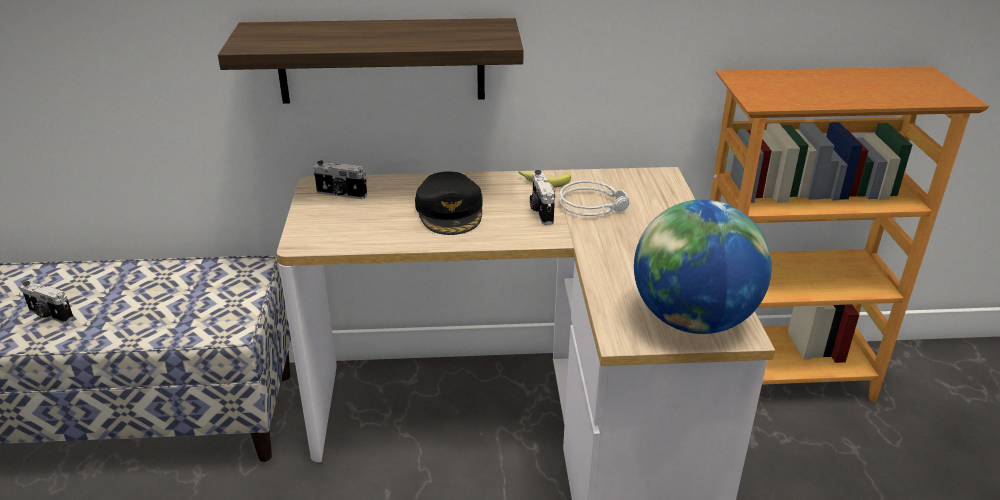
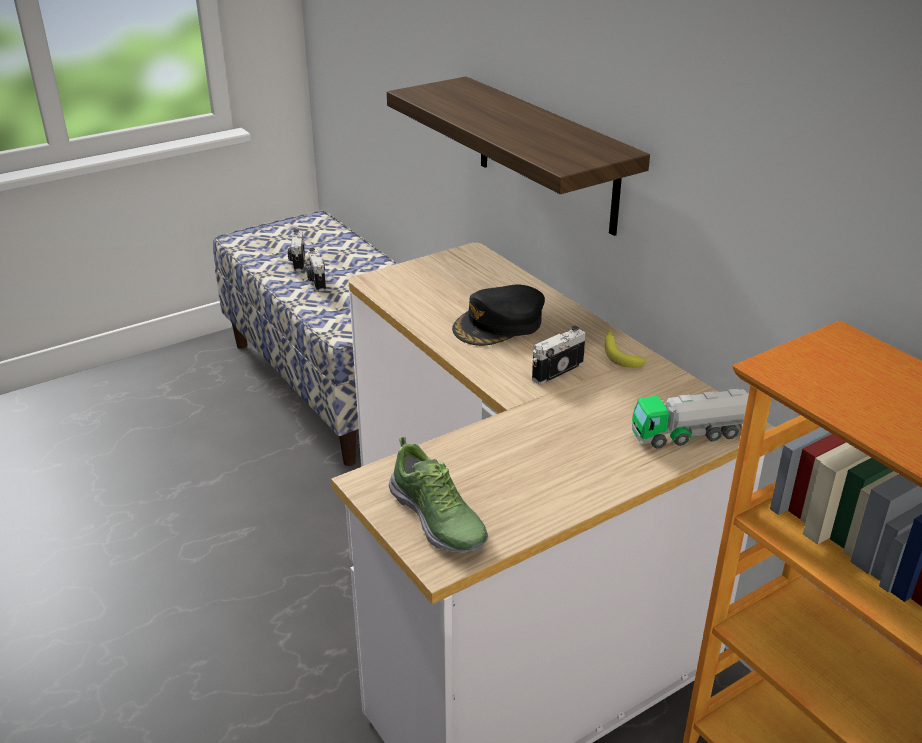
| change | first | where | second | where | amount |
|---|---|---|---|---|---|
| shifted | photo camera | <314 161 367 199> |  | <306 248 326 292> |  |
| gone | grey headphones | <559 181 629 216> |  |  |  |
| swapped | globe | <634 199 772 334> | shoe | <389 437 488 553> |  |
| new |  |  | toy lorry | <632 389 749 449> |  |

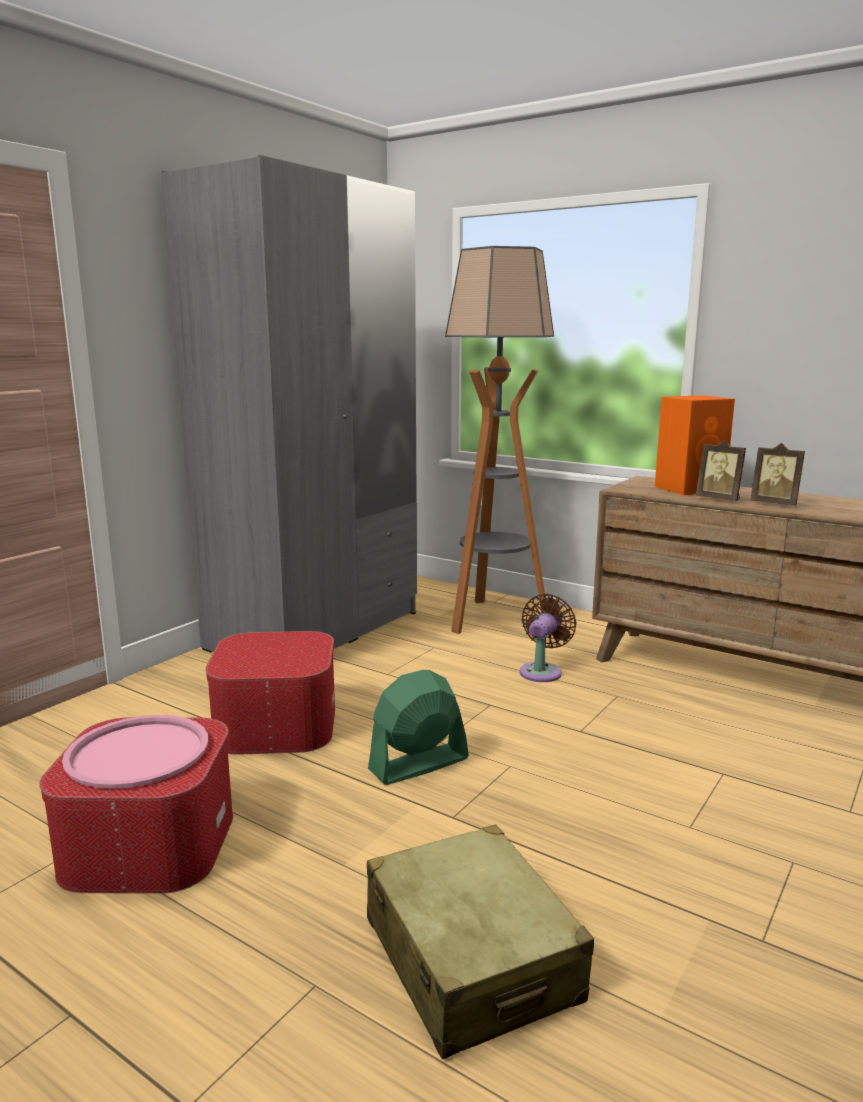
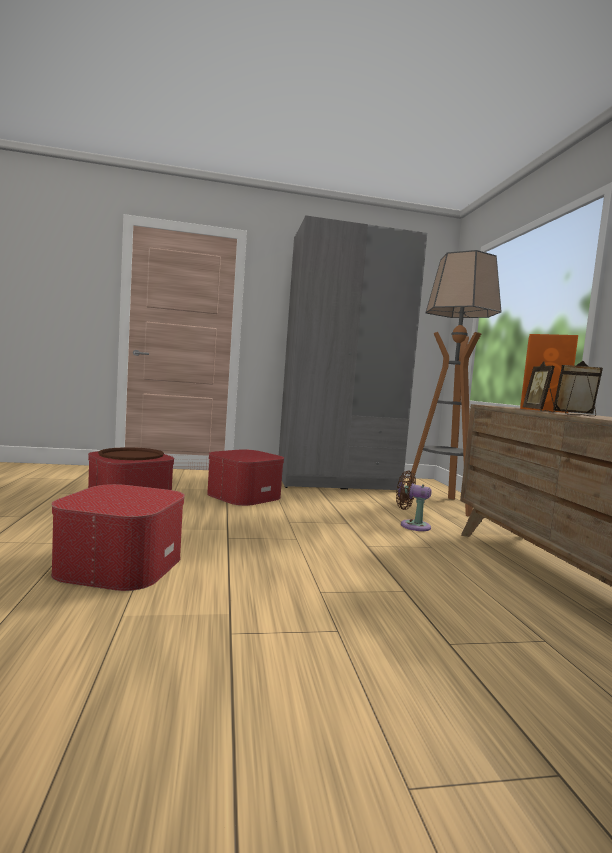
| change | first | where | second | where | amount |
|---|---|---|---|---|---|
| rotated | photo frame | <751 443 805 506> |  | <553 361 603 416> | 105 degrees clockwise |
| rotated | brown cooling fan | <520 594 577 682> |  | <396 470 432 531> | 135 degrees counterclockwise |
| gone | green cooling fan | <368 670 469 785> |  |  |  |
| repainted | pinkish serving tray | <62 715 208 789> | brown serving tray | <98 447 164 460> |  |
| swapped | beige-coloured piece of luggage | <367 824 594 1060> | pouffe | <51 484 185 591> |  |

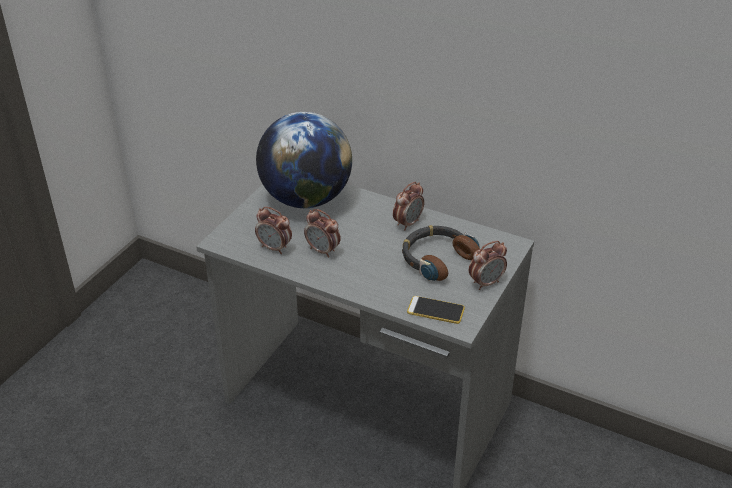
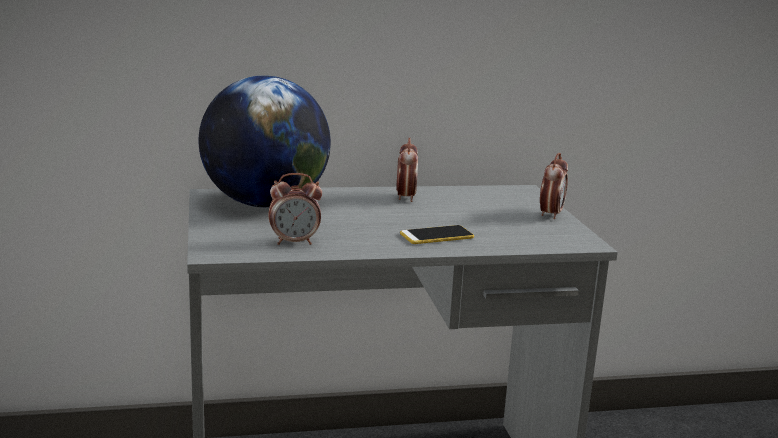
| change | first | where | second | where | amount |
|---|---|---|---|---|---|
| gone | alarm clock | <304 209 341 258> |  |  |  |
| gone | headphones | <402 225 480 281> |  |  |  |
| shifted | handset | <407 296 465 324> |  | <400 225 474 244> |  |

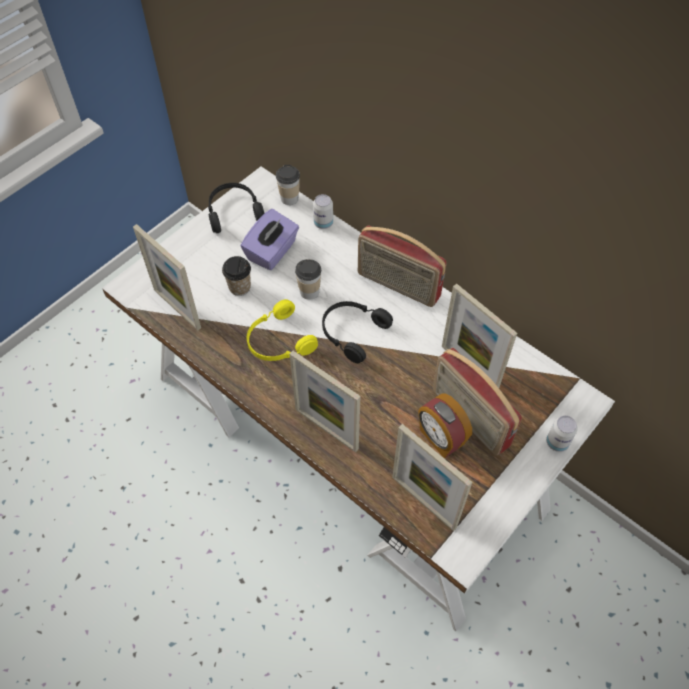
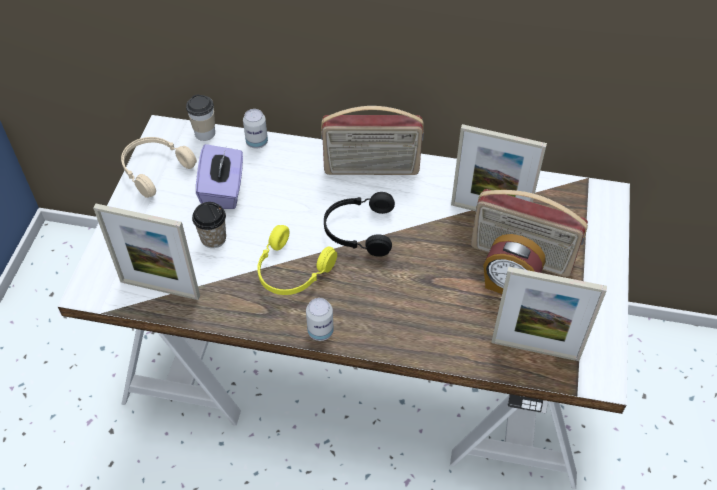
| change | first | where | second | where | amount |
|---|---|---|---|---|---|
| repainted | blackish headphones | <208 183 264 233> | beige-coloured headphones | <121 137 197 198> |  |
| gone | cup | <295 259 321 300> |  |  |  |
| gone | photo frame | <290 351 360 452> |  |  |  |
| shifted | sealed can | <546 416 578 452> |  | <306 298 334 341> |  |

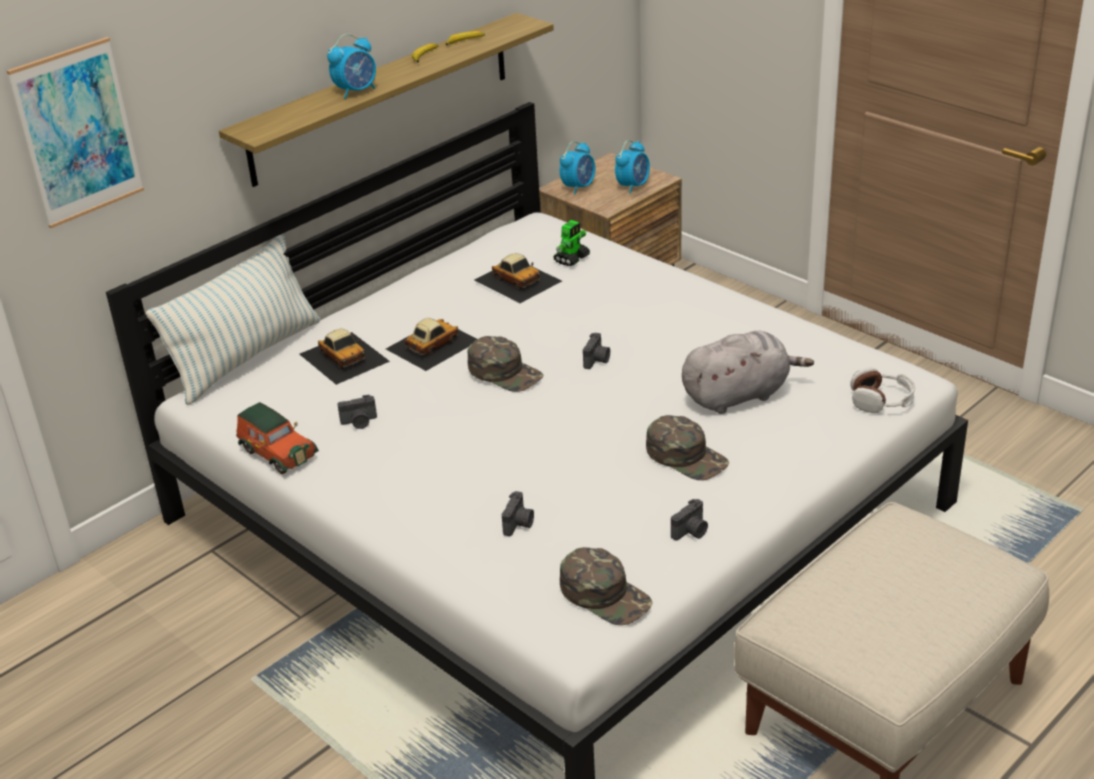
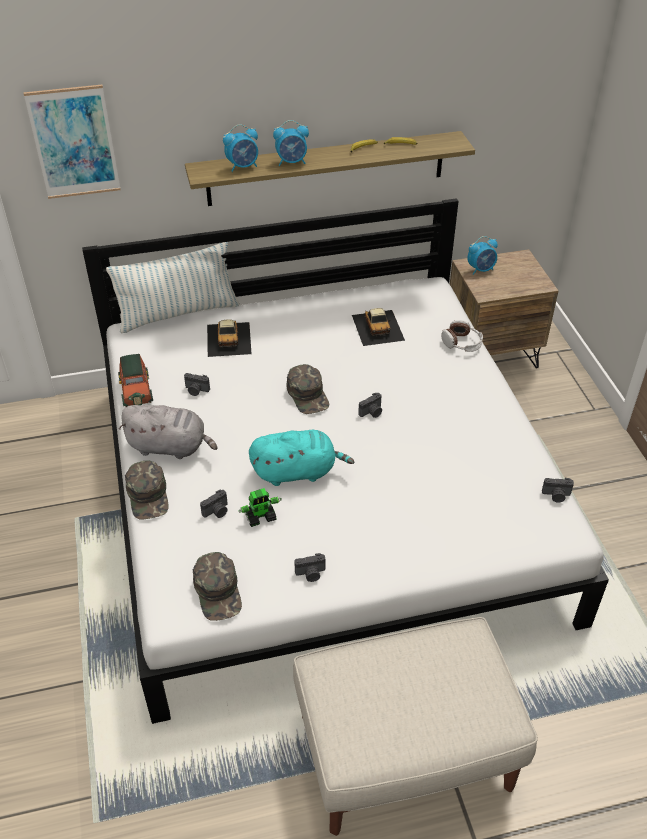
| change | first | where | second | where | amount |
|---|---|---|---|---|---|
| shifted | alarm clock | <615 140 650 194> |  | <223 124 258 172> |  |
| shifted | toy robot | <553 220 590 266> |  | <238 488 282 527> |  |
| gone | model car | <386 318 478 371> |  |  |  |
| shifted | grey cuddly toy | <682 331 814 414> |  | <119 405 217 459> |  |
| shifted | headphones | <850 367 915 413> |  | <442 320 483 352> |  |
| shifted | green cap | <646 415 729 480> |  | <125 460 169 519> |  |
| new |  |  | turquoise cuddly toy | <249 430 354 486> |  |
| new |  |  | photo camera | <542 478 574 503> |  |

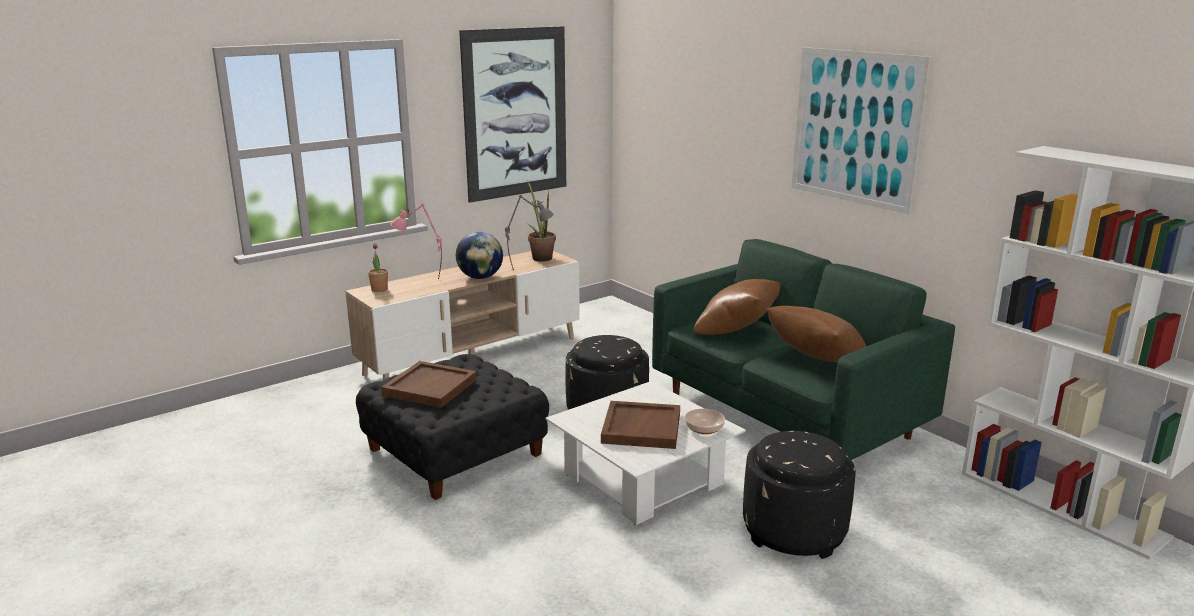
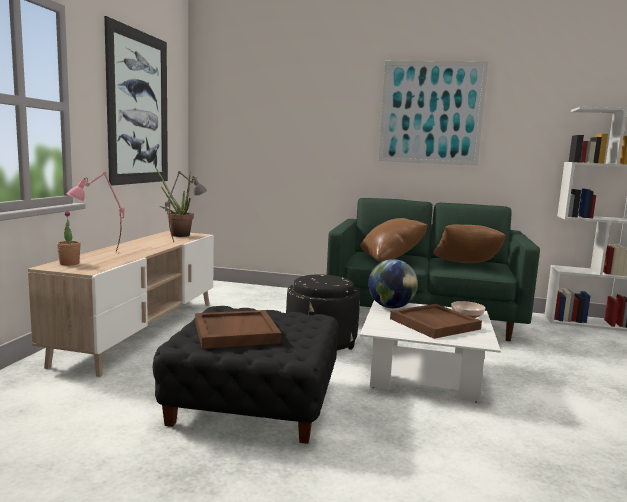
| change | first | where | second | where | amount |
|---|---|---|---|---|---|
| shifted | globe | <456 232 503 279> |  | <368 259 418 308> |  |
| gone | blackish pouffe | <743 431 856 559> |  |  |  |

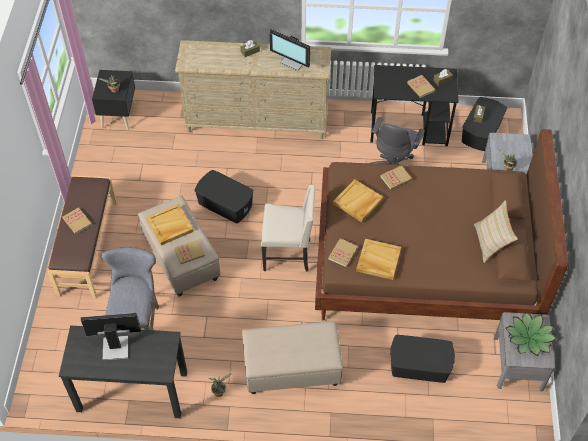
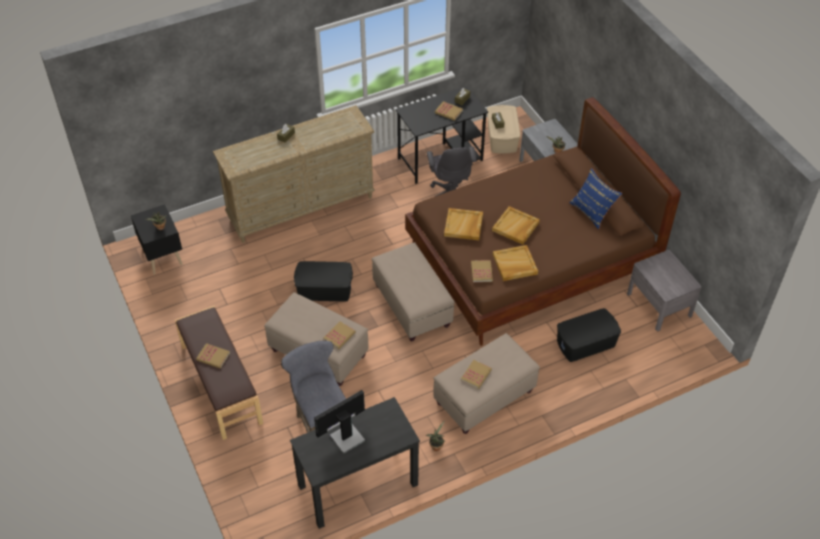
| change | first | where | second | where | amount |
|---|---|---|---|---|---|
| gone | computer display | <270 29 310 71> |  |  |  |
| repainted | blackish storage box | <462 97 507 151> | beige-coloured storage box | <487 105 520 154> |  |
| shifted | bound book | <381 166 412 190> |  | <461 360 492 389> |  |
| swapped | beige-coloured plain chair | <261 185 316 272> | beige-coloured pouffe | <371 242 455 341> |  |
| repainted | beige-coloured cushion | <474 200 518 263> | blue-coloured cushion | <570 168 623 229> |  |
| shifted | beige-coloured serving tray | <147 204 194 245> |  | <492 206 540 245> |  |
| gone | potted plant | <506 312 557 356> |  |  |  |

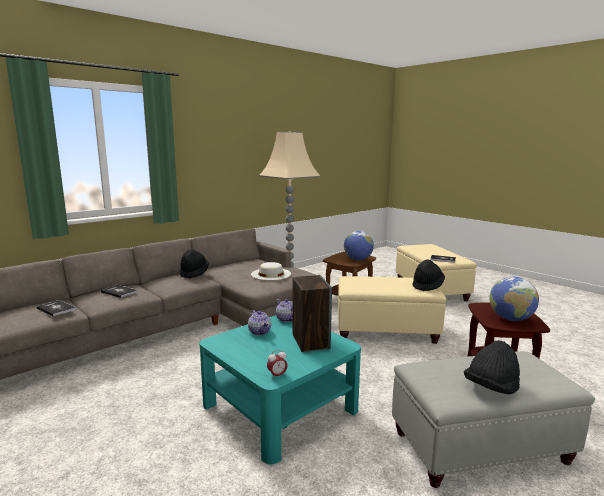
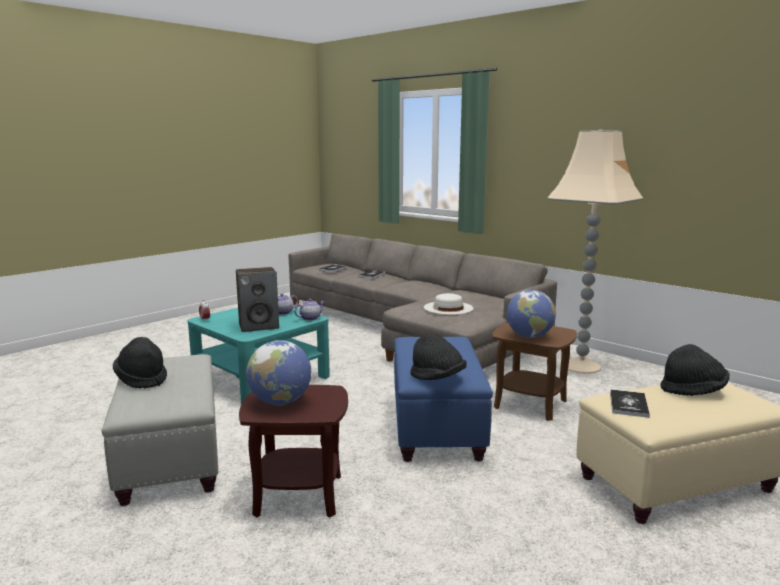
| change | first | where | second | where | amount |
|---|---|---|---|---|---|
| shifted | blackish hat | <180 249 209 278> |  | <660 344 729 396> |  |
| repainted | beige-coloured pouffe | <338 276 446 344> | blue-coloured pouffe | <394 337 493 462> |  |

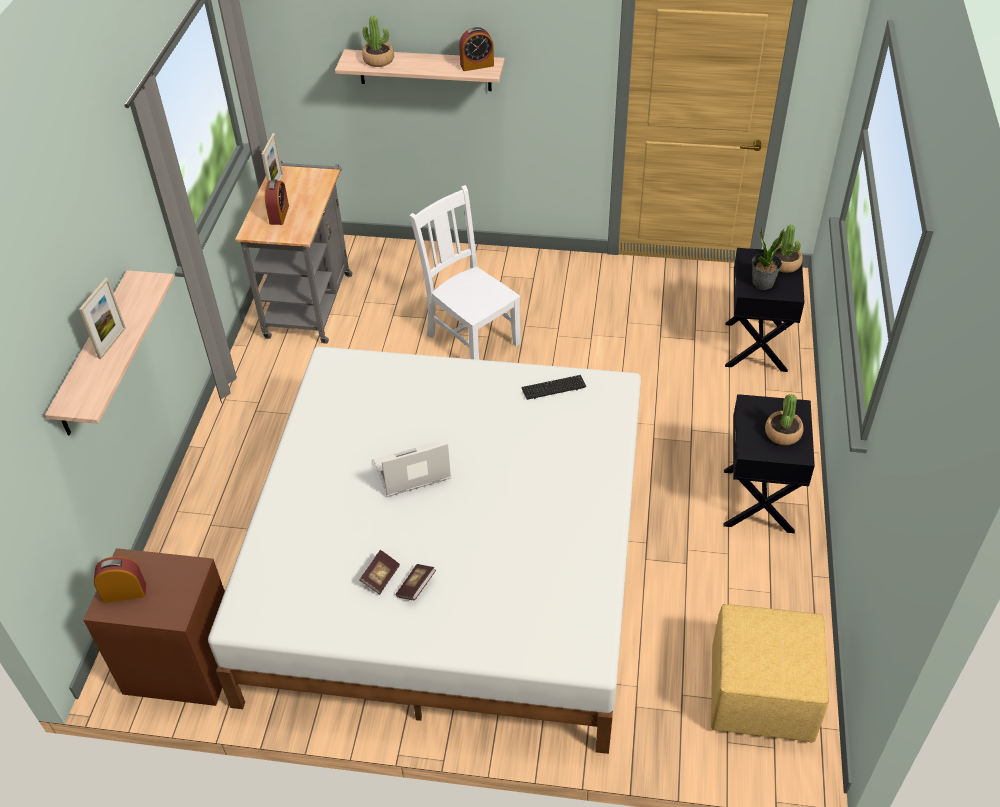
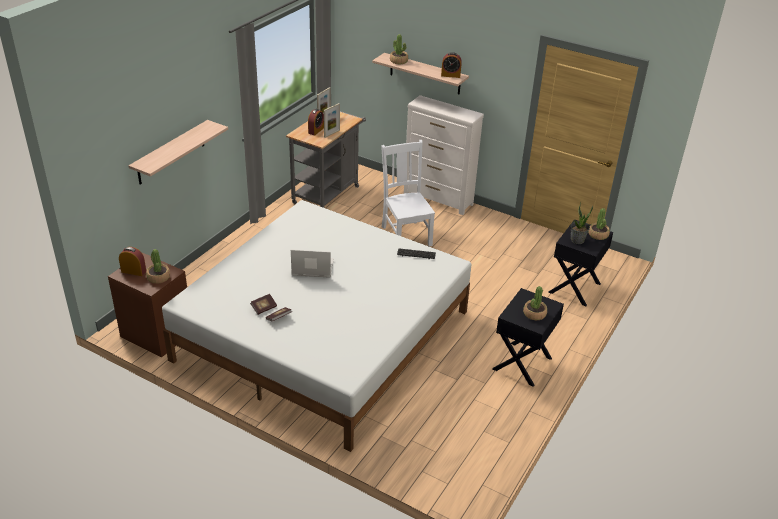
| change | first | where | second | where | amount |
|---|---|---|---|---|---|
| shifted | photo frame | <79 278 126 359> |  | <324 103 340 138> |  |
| gone | yellowish pouffe | <711 604 829 743> |  |  |  |
| new |  |  | white-coloured drawer chest | <404 95 484 215> |  |
| new |  |  | potted plant | <146 249 170 284> |  |

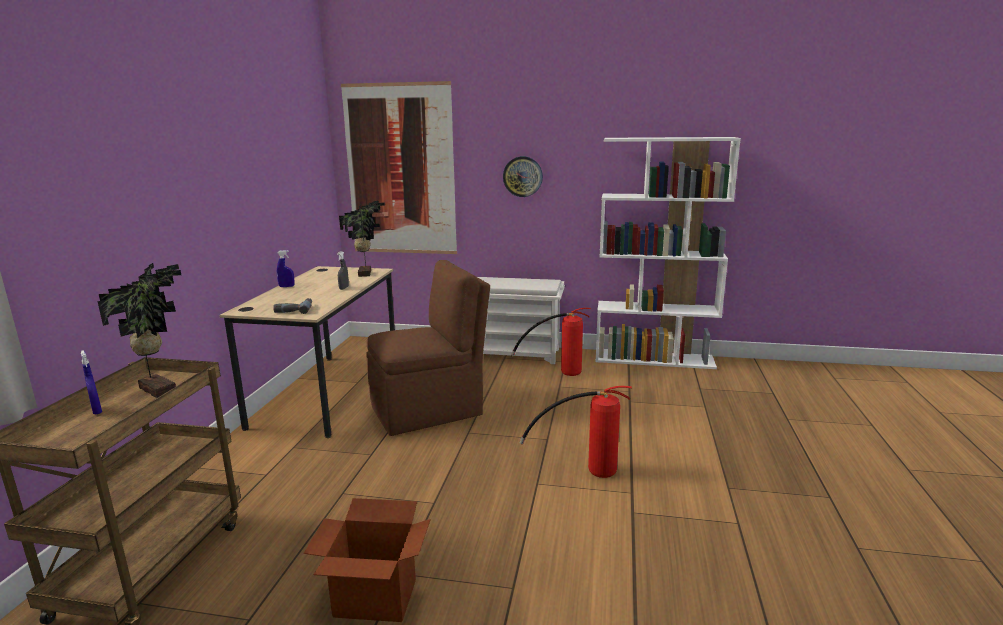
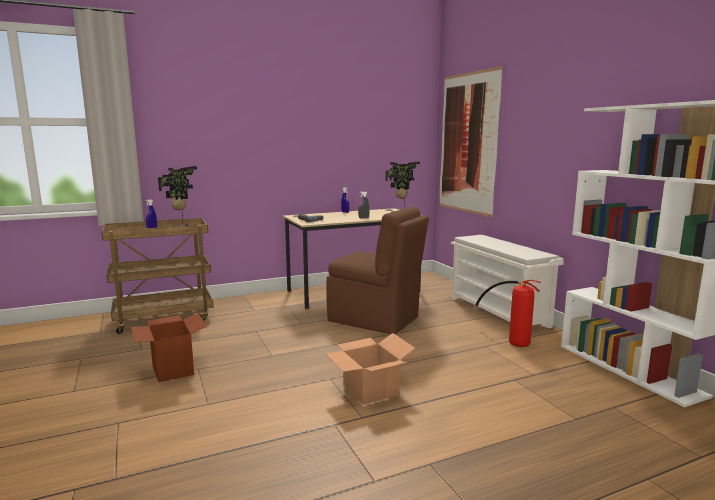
| change | first | where | second | where | amount |
|---|---|---|---|---|---|
| gone | clock on the wall | <503 156 543 197> |  |  |  |
| swapped | fire-fighting cylinder | <519 386 632 478> | cardboard box | <325 333 415 405> |  |

